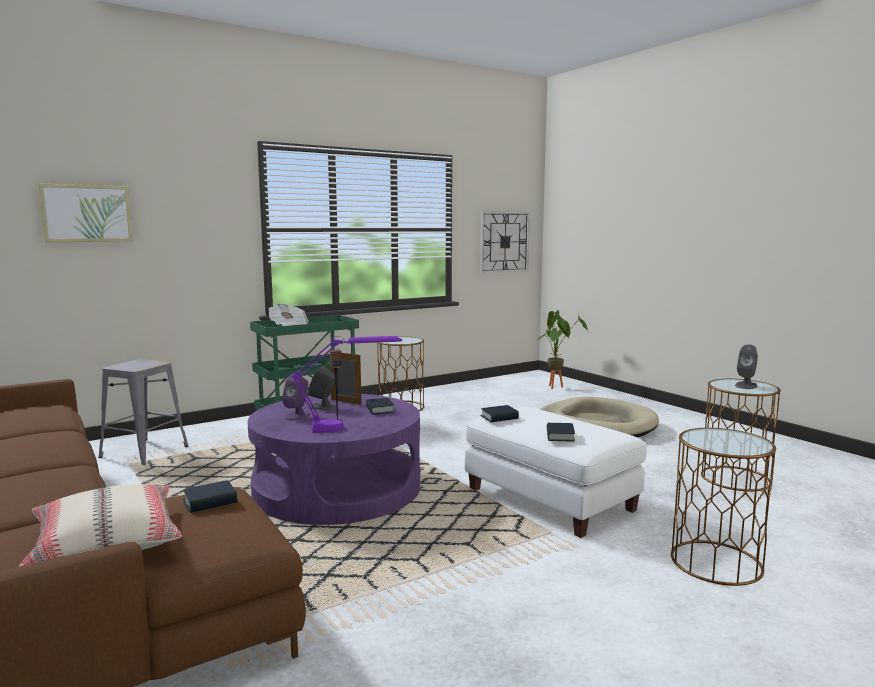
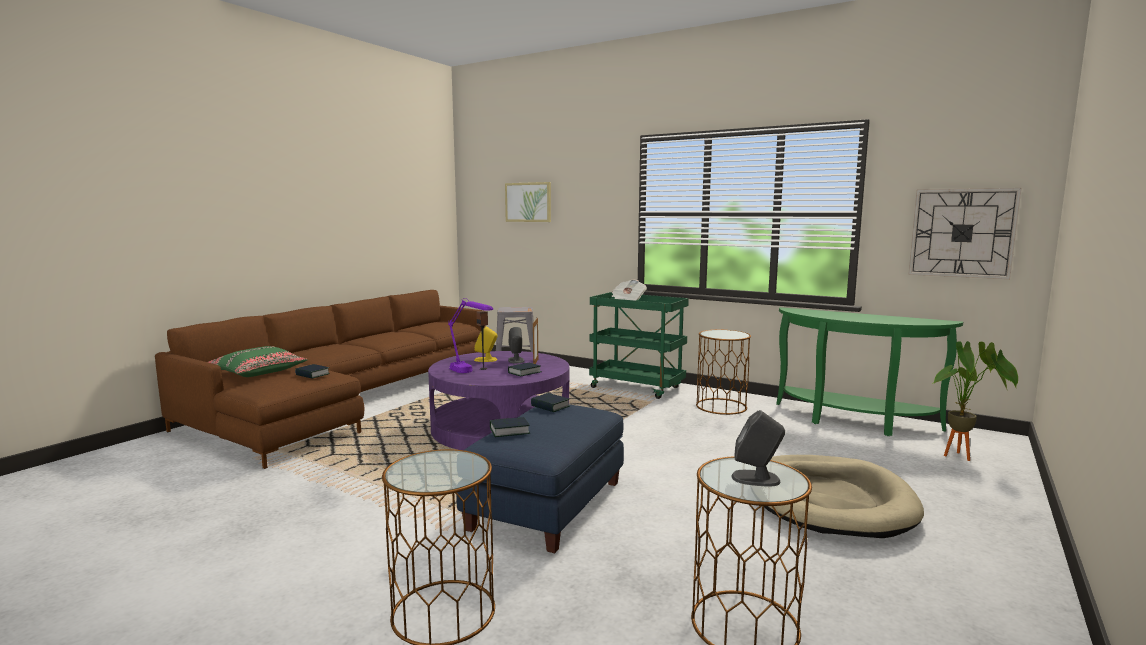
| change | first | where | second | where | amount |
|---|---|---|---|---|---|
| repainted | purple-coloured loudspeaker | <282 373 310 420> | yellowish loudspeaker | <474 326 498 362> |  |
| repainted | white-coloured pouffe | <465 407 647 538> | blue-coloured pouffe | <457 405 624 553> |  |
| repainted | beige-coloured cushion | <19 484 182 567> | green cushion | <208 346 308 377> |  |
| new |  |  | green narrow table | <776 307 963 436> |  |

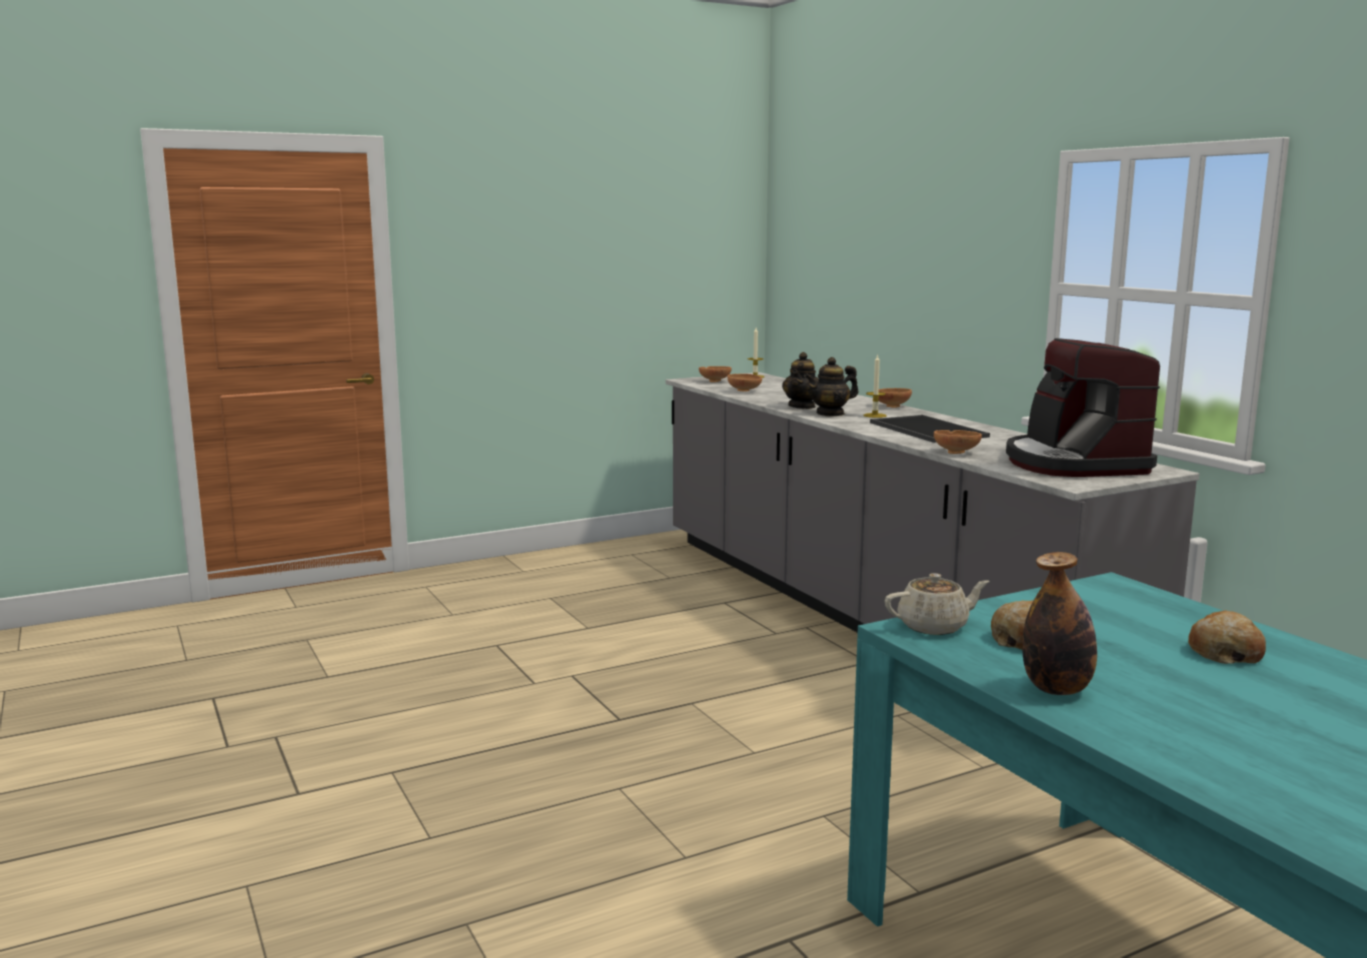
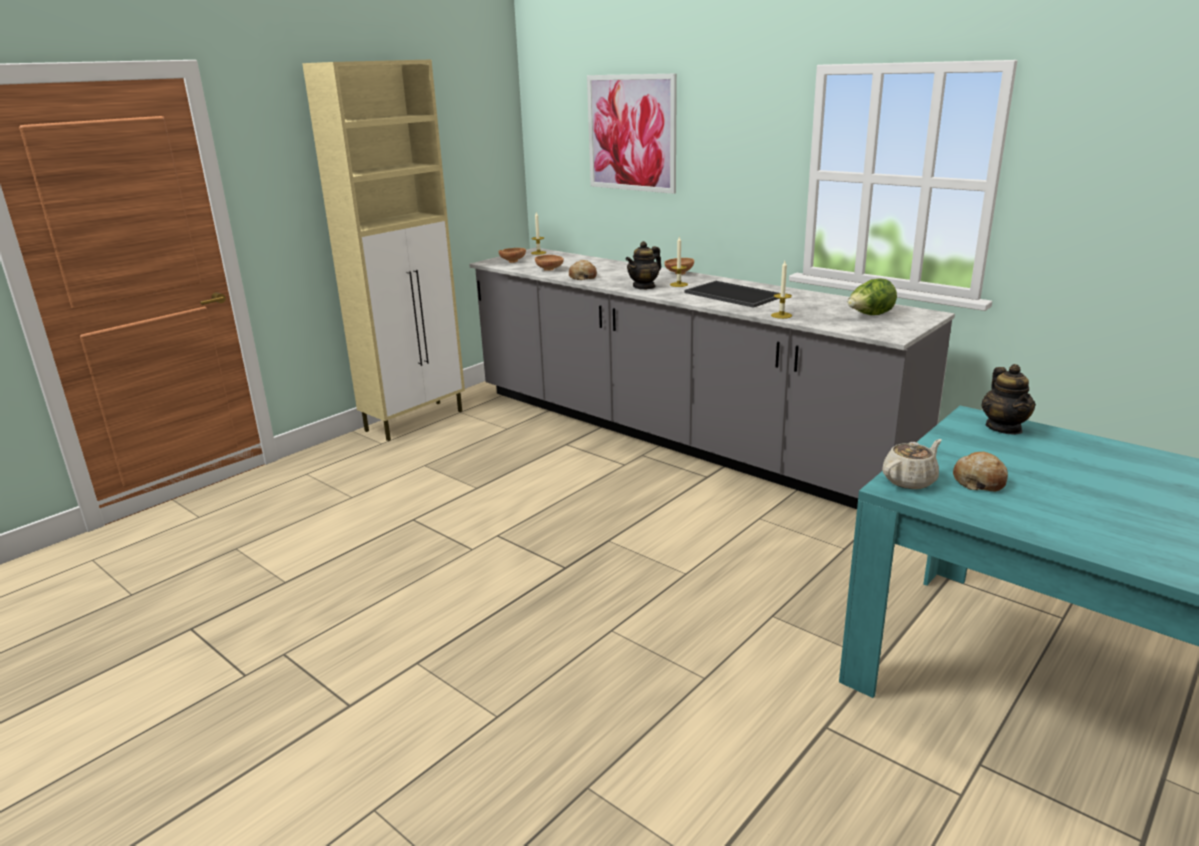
| change | first | where | second | where | amount |
|---|---|---|---|---|---|
| swapped | coffee brewer | <1006 338 1160 477> | lettuce head | <848 278 897 315> |  |
| shifted | tea pot | <782 352 819 409> |  | <981 364 1036 435> |  |
| swapped | brown deep dish | <934 430 982 454> | candle | <771 261 792 319> |  |
| gone | beverage bottle | <1022 552 1097 695> |  |  |  |
| shifted | baked bread | <1188 610 1266 664> |  | <569 260 597 280> |  |
| new |  |  | beige-coloured storage cabinet | <302 60 465 441> |  |
| new |  |  | wall picture | <587 73 677 194> |  |

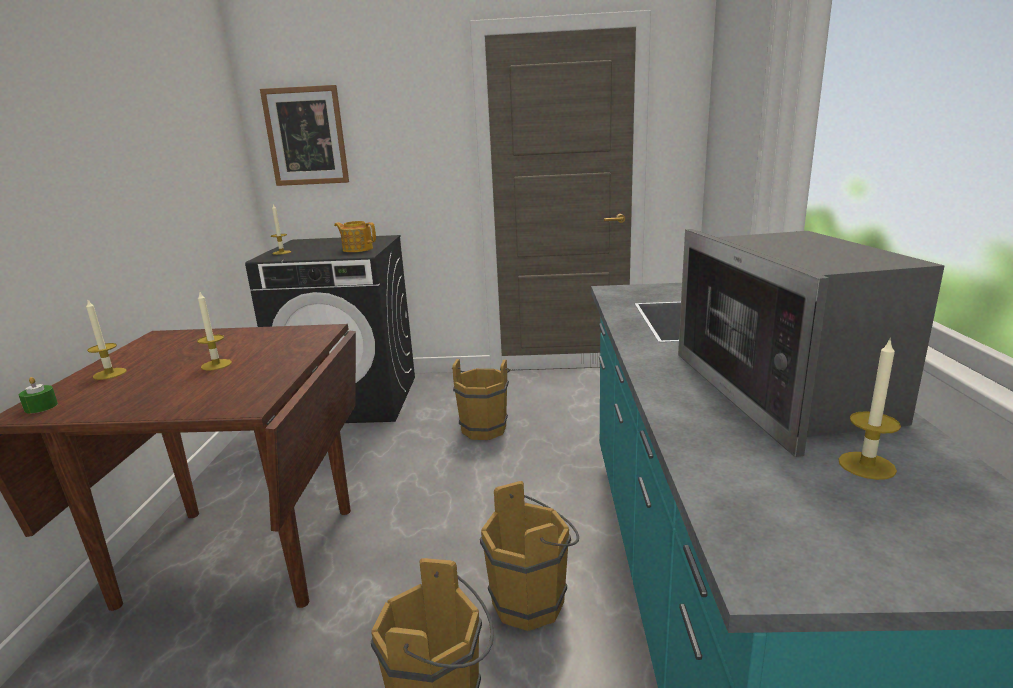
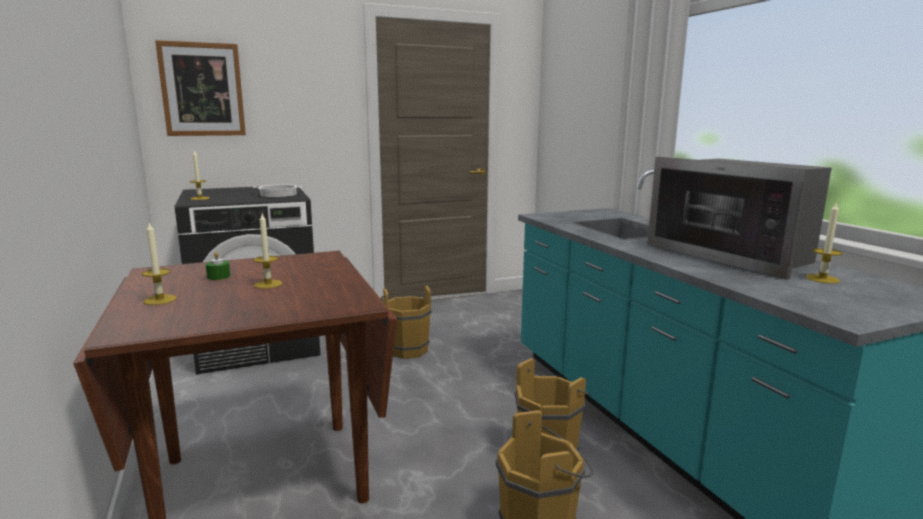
| change | first | where | second | where | amount |
|---|---|---|---|---|---|
| swapped | tea pot | <334 221 376 252> | saucepot | <253 184 302 197> |  |
| shifted | green candle | <19 377 58 413> |  | <206 252 230 280> |  |

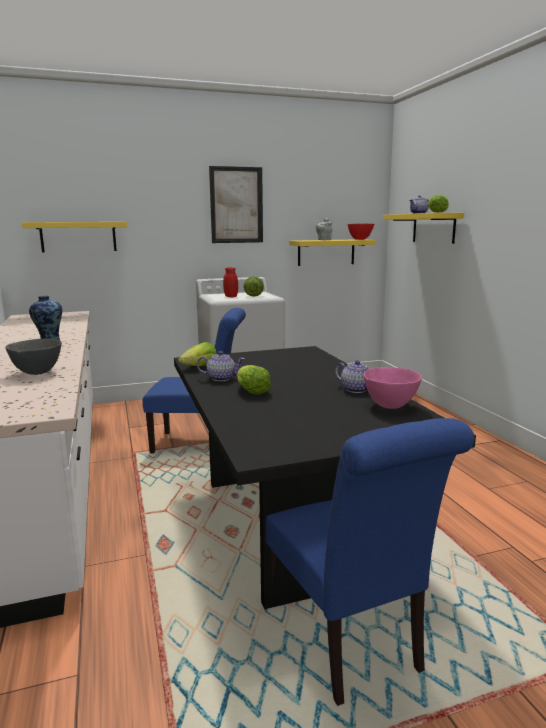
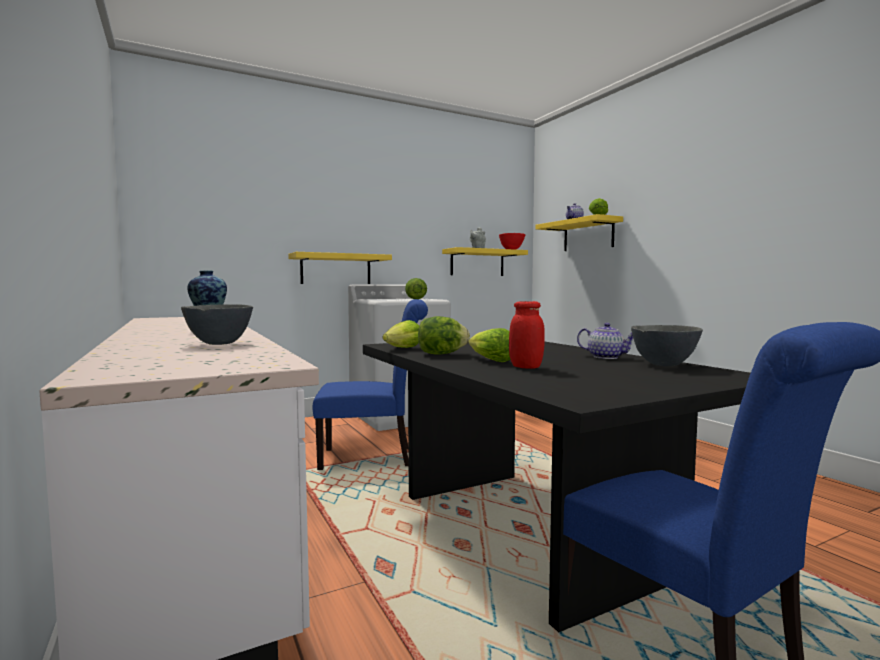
| change | first | where | second | where | amount |
|---|---|---|---|---|---|
| gone | wall picture | <209 166 263 243> |  |  |  |
| shifted | yellowish wall shelf | <22 222 127 253> |  | <288 252 392 284> |  |
| shifted | red-coloured jar | <223 267 238 297> |  | <509 301 545 369> |  |
| swapped | tea pot | <197 351 244 381> | lettuce head | <418 316 470 355> |  |
| repainted | pinkish deep dish | <364 367 422 409> | grey deep dish | <631 325 703 366> |  |

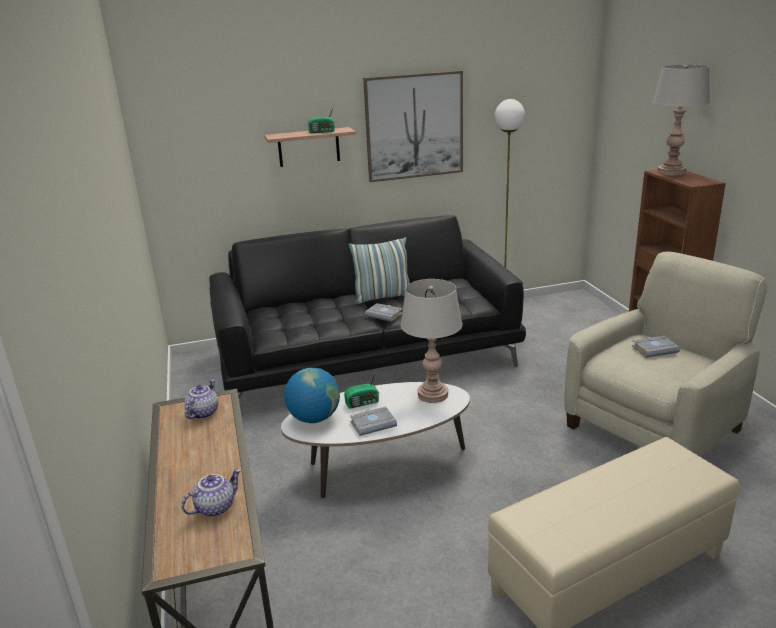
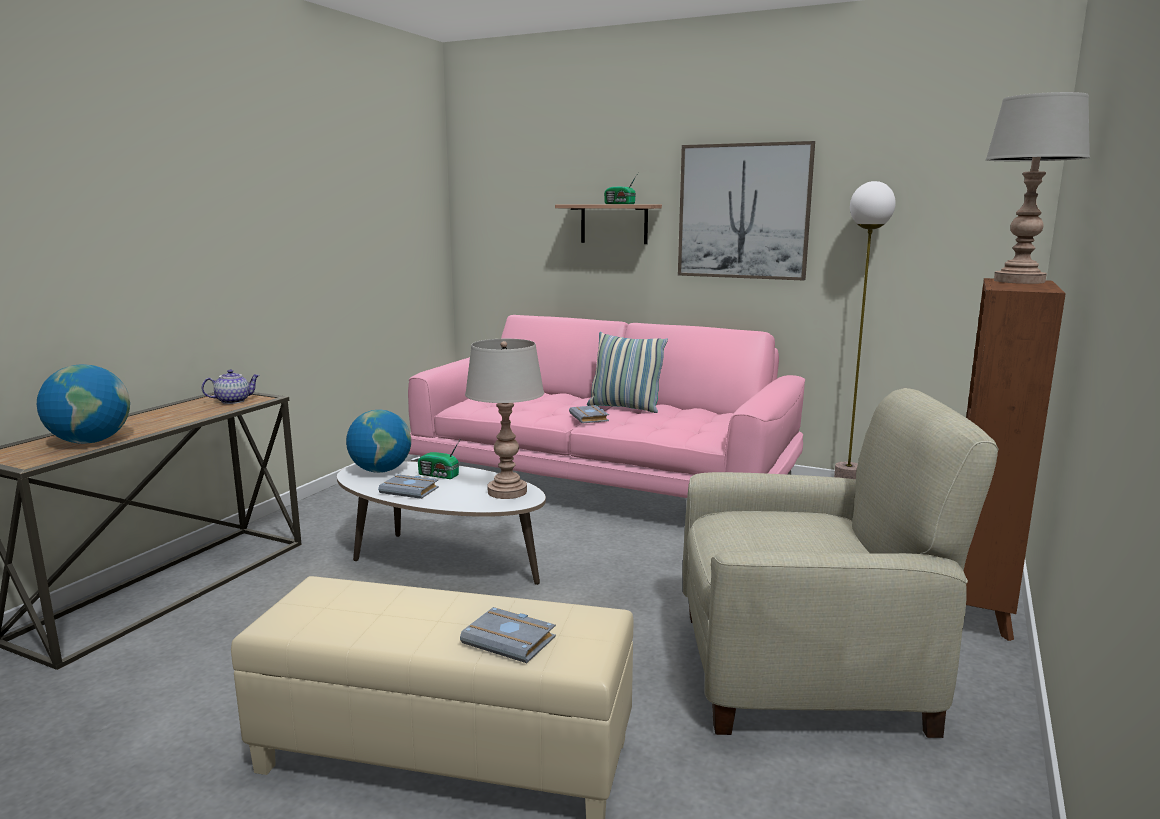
| change | first | where | second | where | amount |
|---|---|---|---|---|---|
| repainted | blackish sofa | <209 215 526 398> | pinkish sofa | <408 315 805 498> |  |
| shifted | grey bound book | <632 336 680 358> |  | <460 607 556 663> |  |
| swapped | tea pot | <181 469 241 517> | globe | <37 364 130 444> |  |

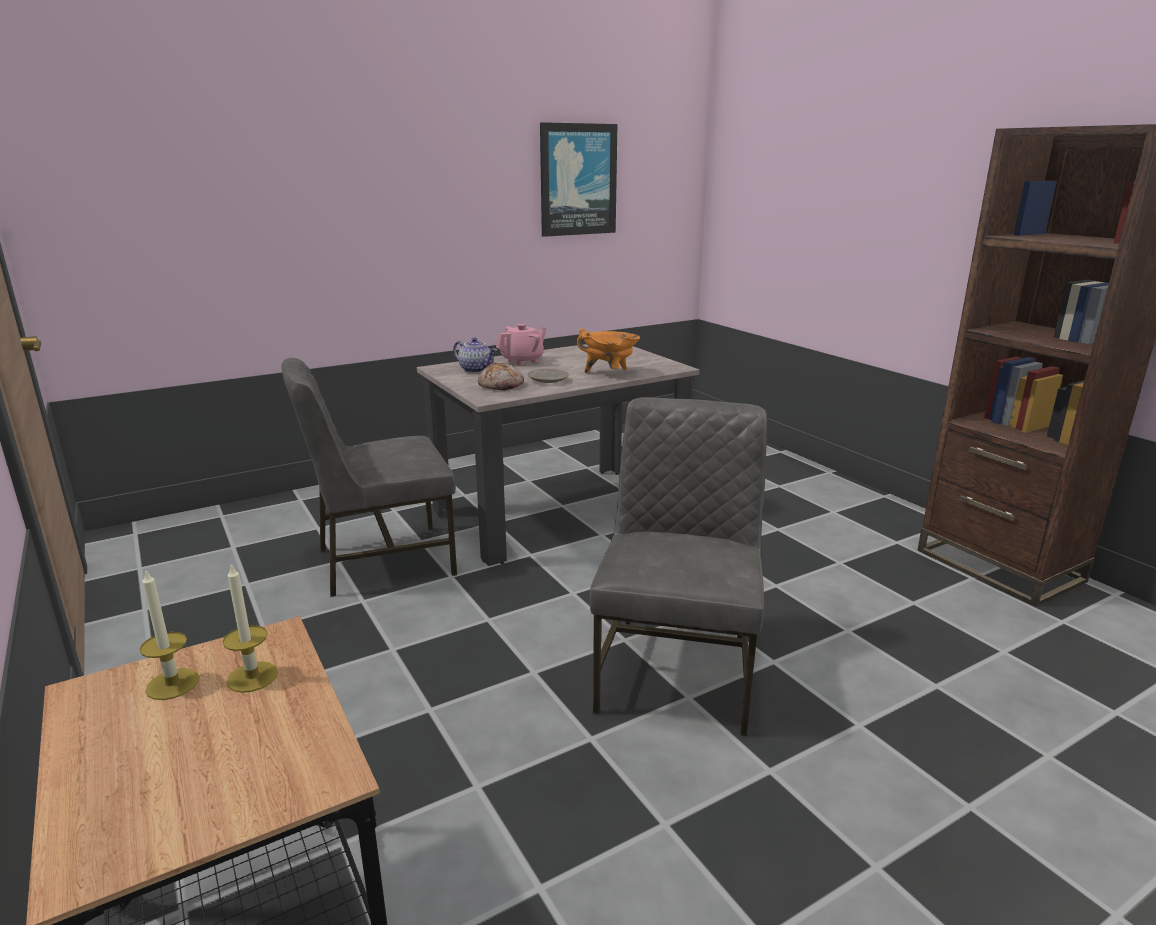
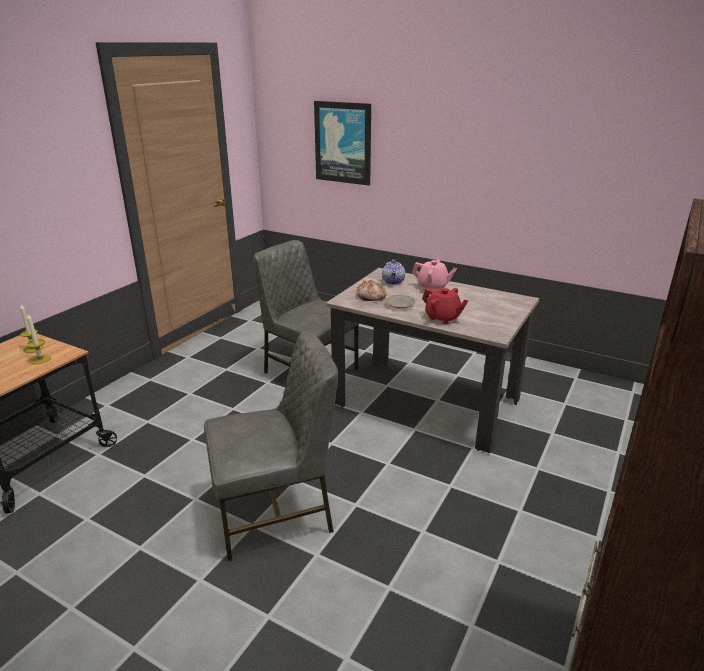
| change | first | where | second | where | amount |
|---|---|---|---|---|---|
| shifted | wall picture | <540 122 617 237> |  | <314 101 371 185> |  |
| swapped | orange-coloured saucepot | <577 328 640 373> | red-coloured tea pot | <422 288 468 324> |  |

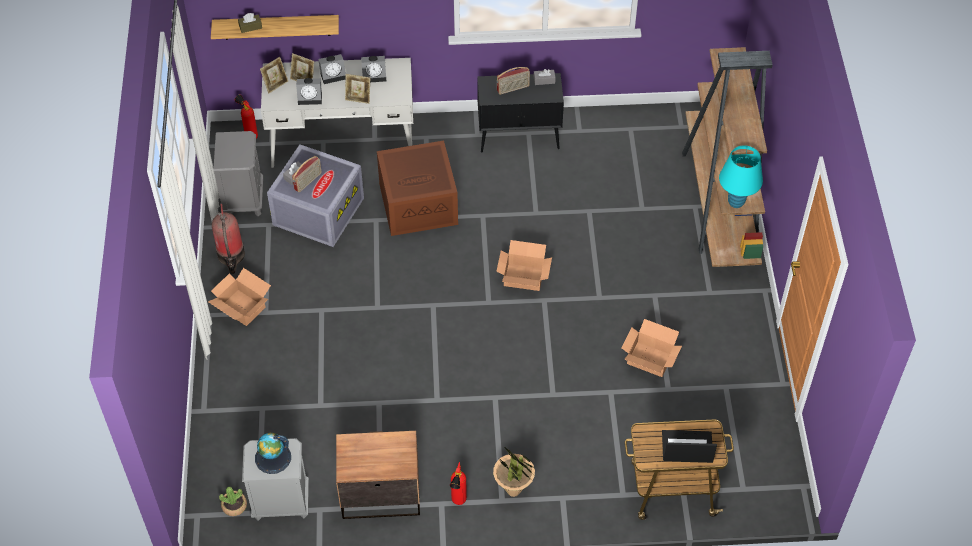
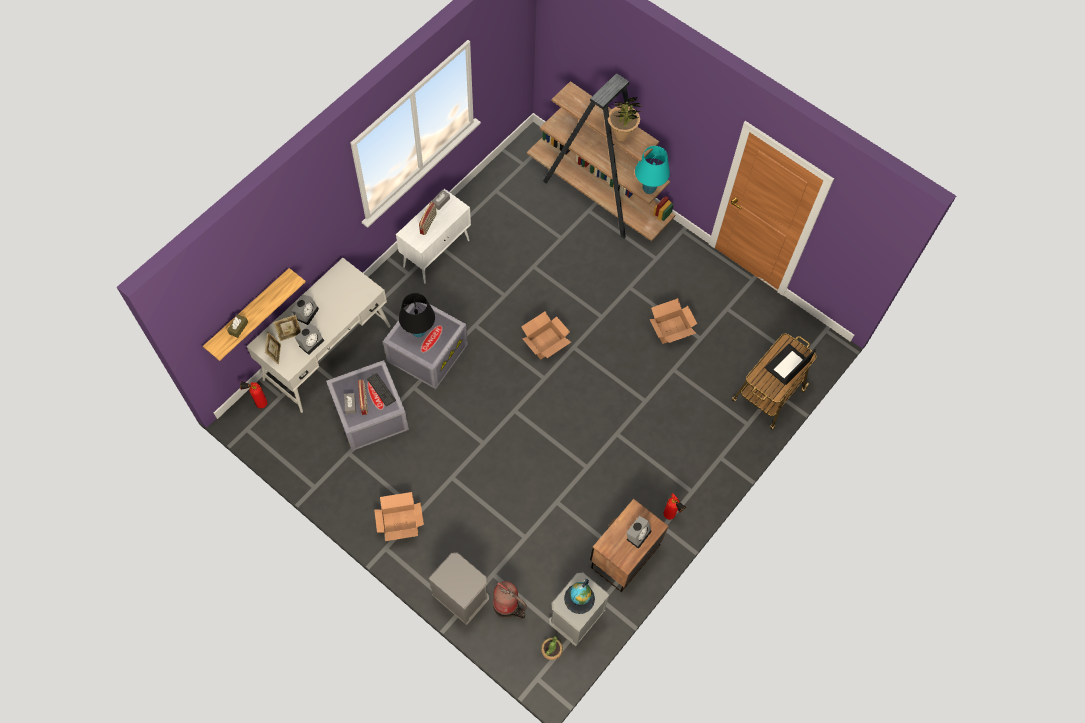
| change | first | where | second | where | amount |
|---|---|---|---|---|---|
| shifted | alarm clock | <361 56 386 82> |  | <626 516 652 549> |  |
| repainted | blackish storage cabinet | <477 73 564 152> | white-coloured storage cabinet | <396 189 471 284> |  |
| gone | photo frame | <345 74 370 104> |  |  |  |
| shifted | grey night table | <214 131 263 216> |  | <428 552 489 625> |  |
| repainted | brown storage box | <377 141 458 236> | grey storage box | <383 302 468 389> |  |
| shifted | fire-fighting cylinder | <212 204 245 274> |  | <493 581 527 619> |  |
| shifted | potted plant | <493 446 535 497> |  | <608 97 643 142> |  |
| new |  |  | blackish tabletop lamp | <399 293 435 337> |  |
| new |  |  | keyboard | <367 373 396 406> |  |

